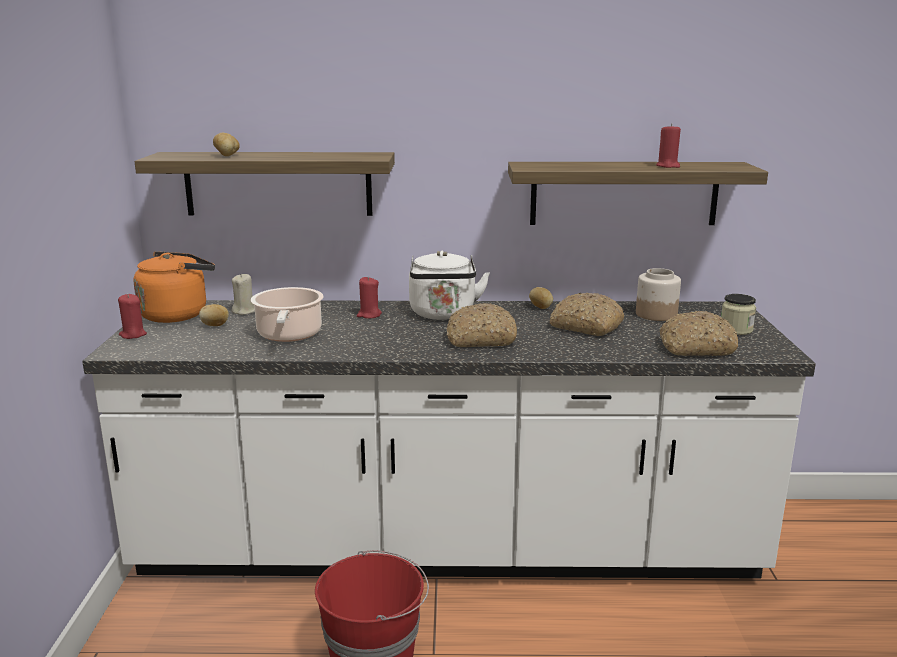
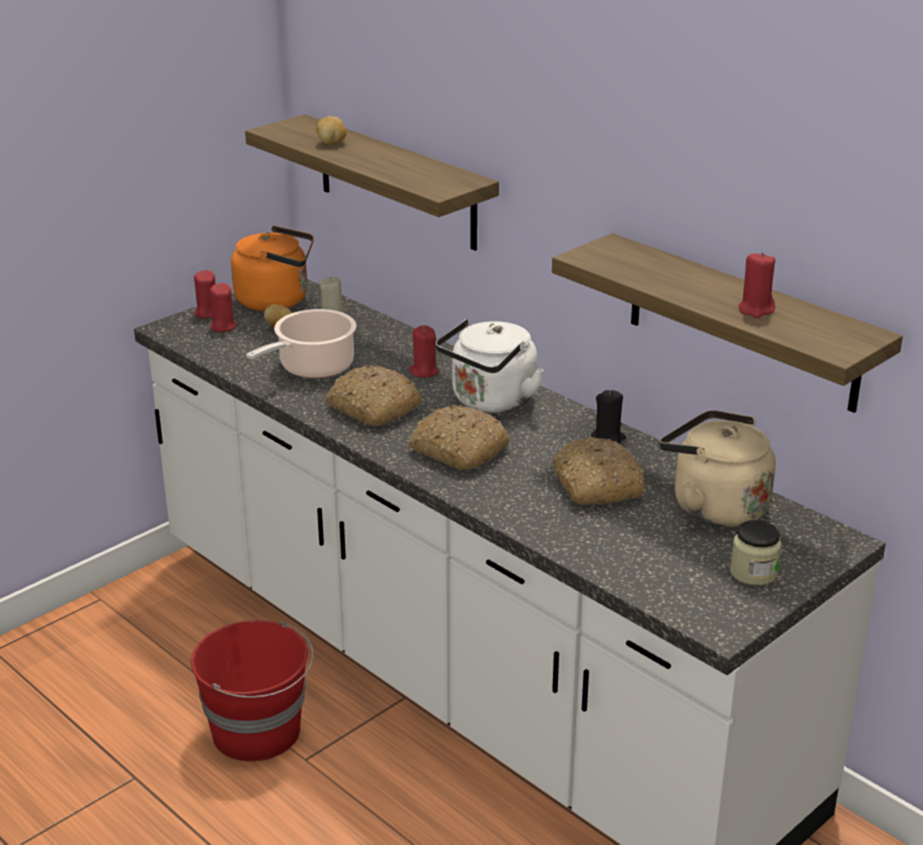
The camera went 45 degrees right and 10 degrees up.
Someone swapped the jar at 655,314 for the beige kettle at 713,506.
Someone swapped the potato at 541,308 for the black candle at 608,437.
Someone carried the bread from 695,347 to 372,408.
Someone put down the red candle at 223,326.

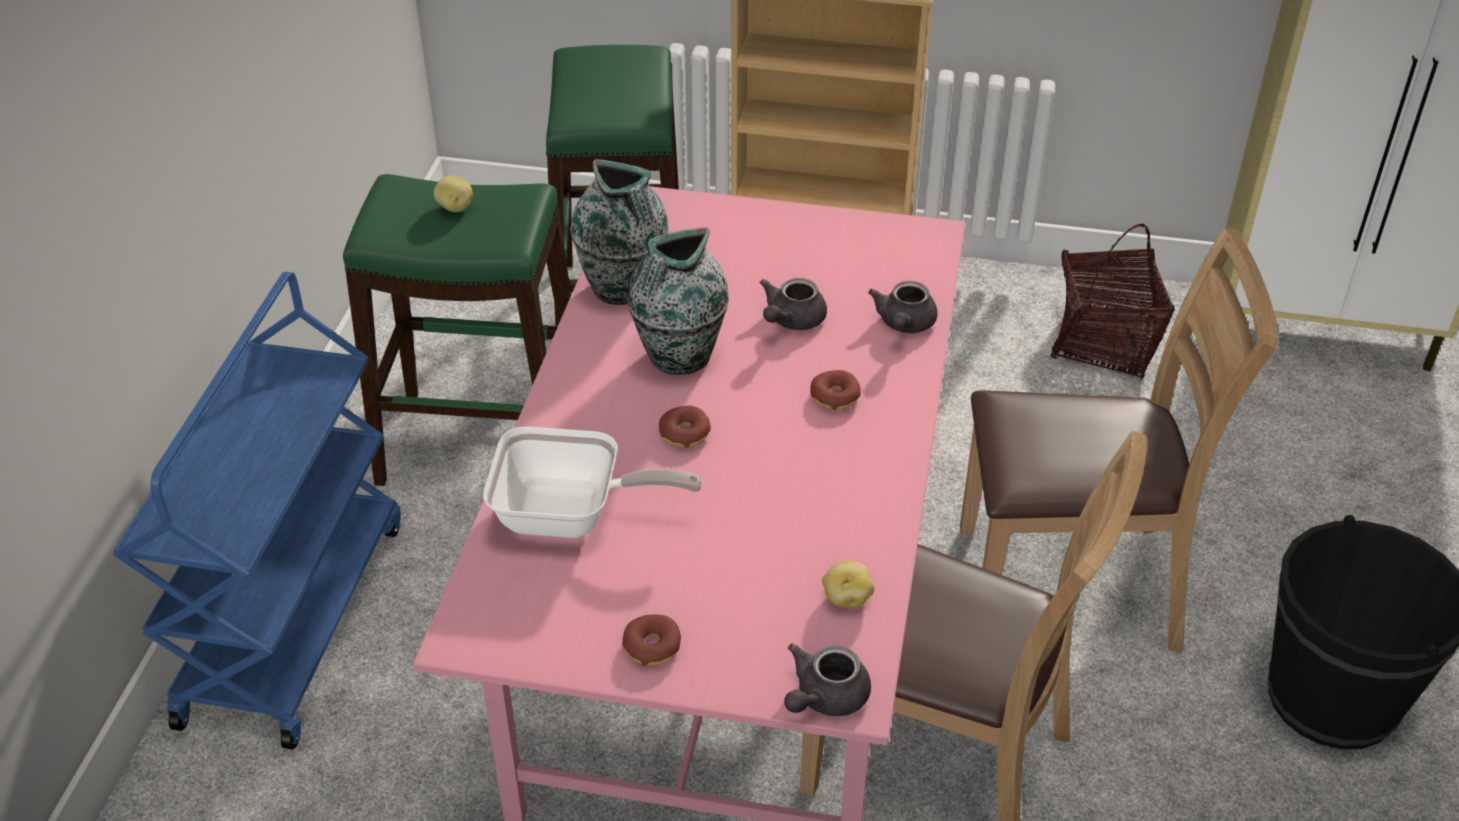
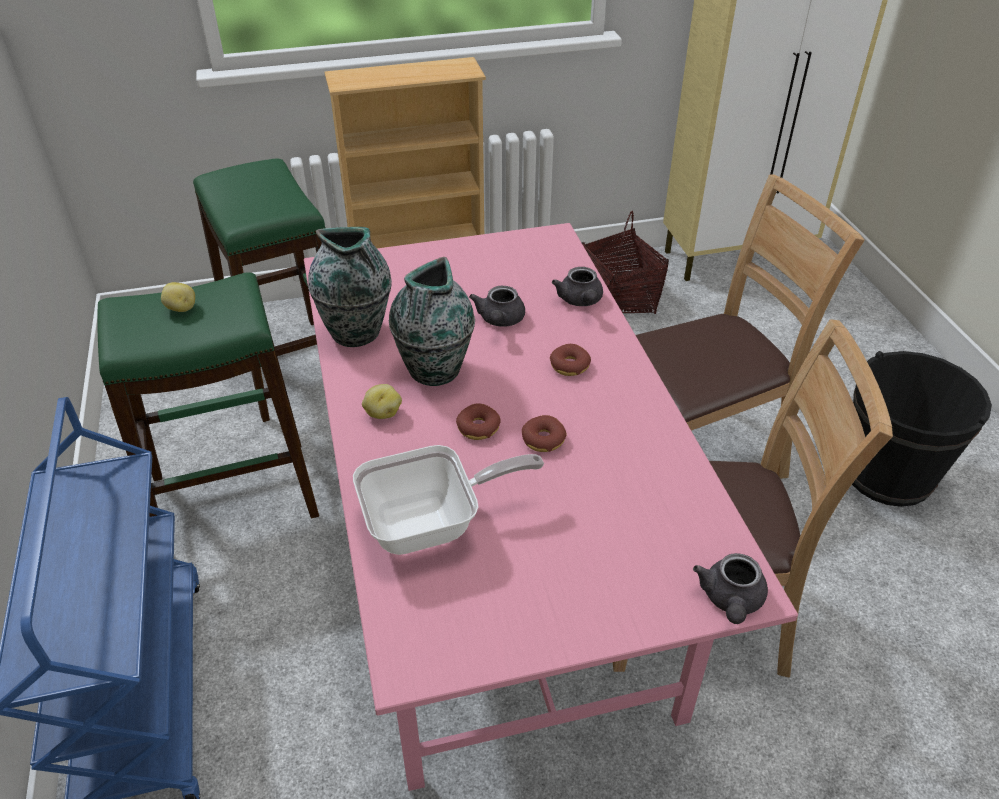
The camera went 25 degrees left and 0 degrees up.
Someone carried the potato from 846,597 to 382,413.
Someone carried the donut from 652,646 to 543,439.

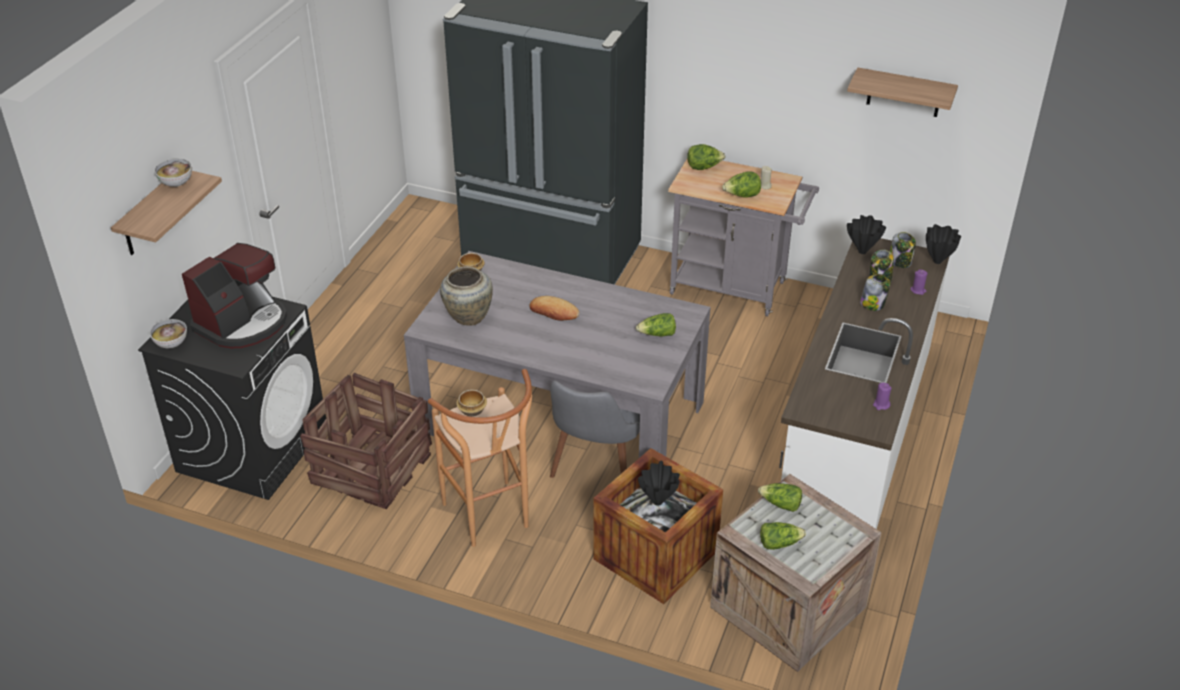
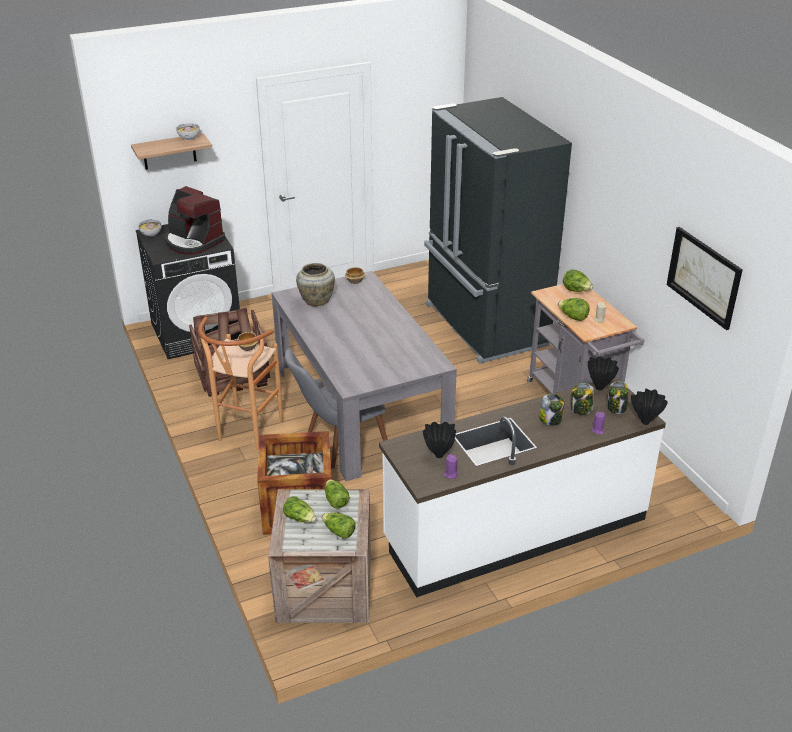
The camera went 45 degrees right and 5 degrees down.
Someone swapped the shelf at 904,93 for the picture at 704,277.
Someone rotated the coffee machine at 243,323 by 45 degrees clockwise.
Someone took away the bread at 554,312.
Someone carried the lettuce from 657,334 to 338,531.
Someone carried the black vase from 657,502 to 438,456.

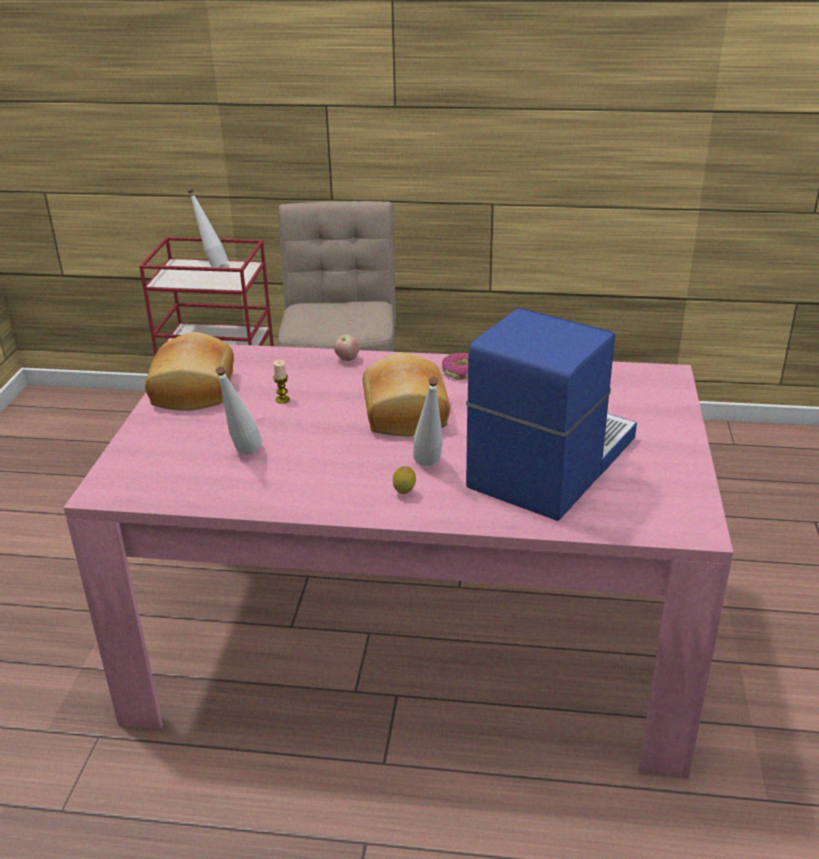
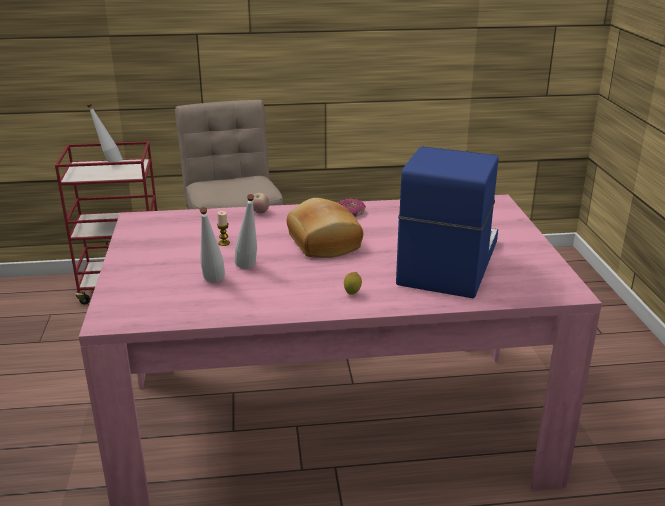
The camera went 15 degrees left and 5 degrees down.
Someone took away the bread at 195,390.
Someone carried the white bottle from 429,468 to 249,270.

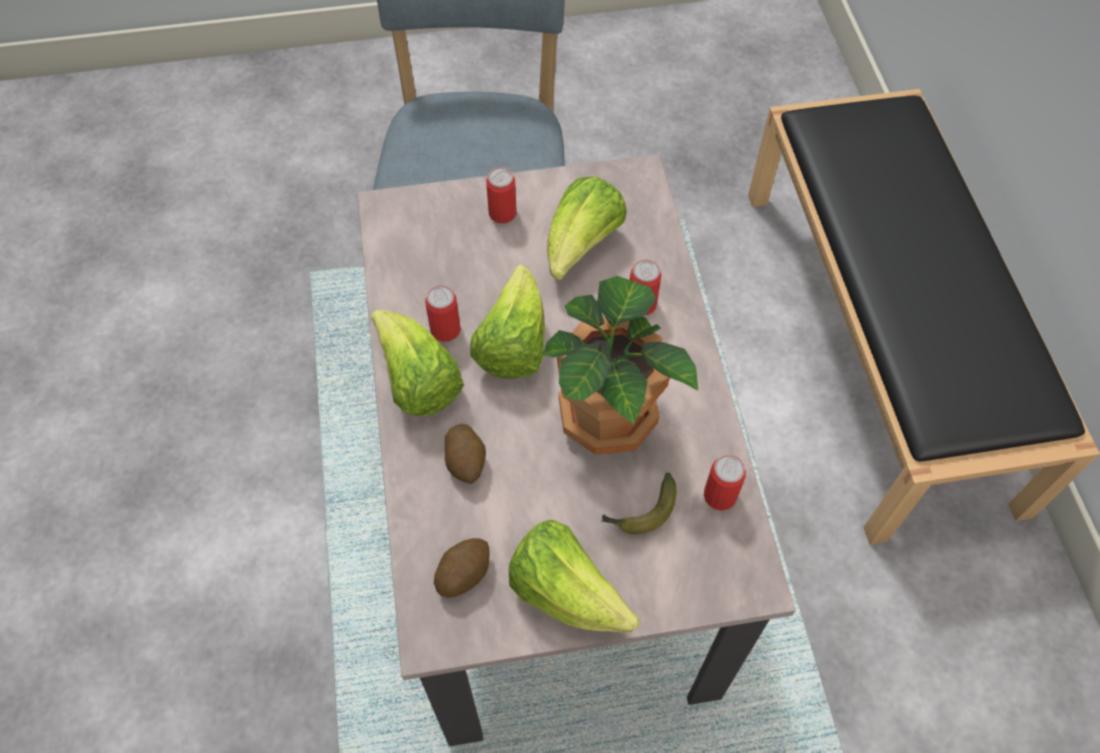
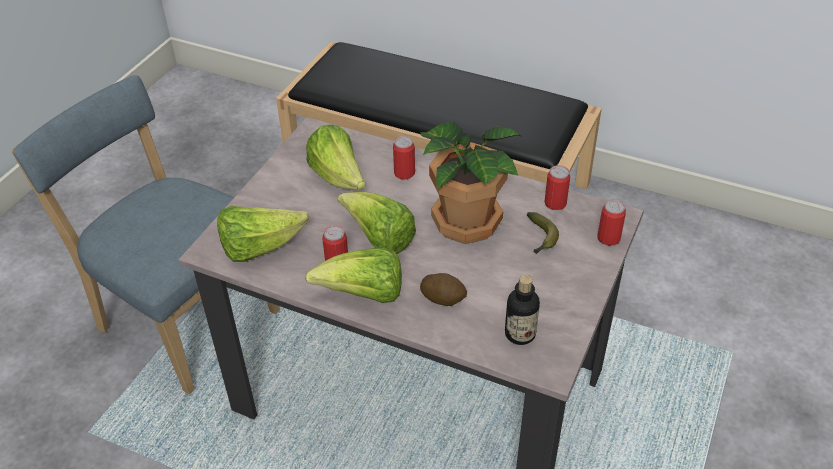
The camera went 55 degrees left and 15 degrees down.
Someone carried the can from 502,213 to 608,238.
Someone carried the lettuce from 566,592 to 259,248.
Someone swapped the potato at 463,573 for the bottle at 520,334.

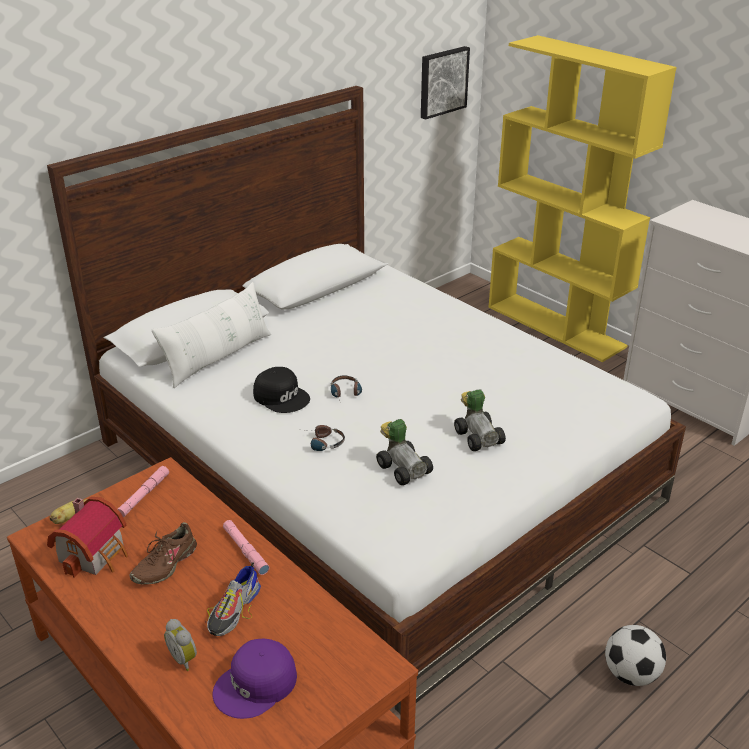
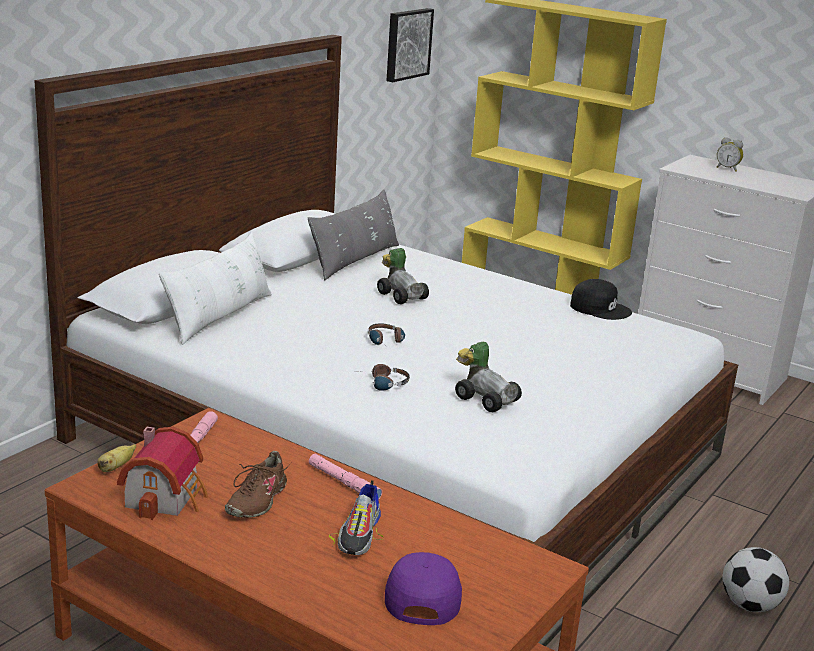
The camera went 15 degrees left and 10 degrees down.
Someone carried the black cap from 282,396 to 600,308.
Someone carried the toy car from 478,435 to 401,295.
Someone carried the alarm clock from 185,658 to 727,169.
Someone rotated the purple cap at 256,685 by 150 degrees clockwise.
Someone put down the grey pillow at 355,260.

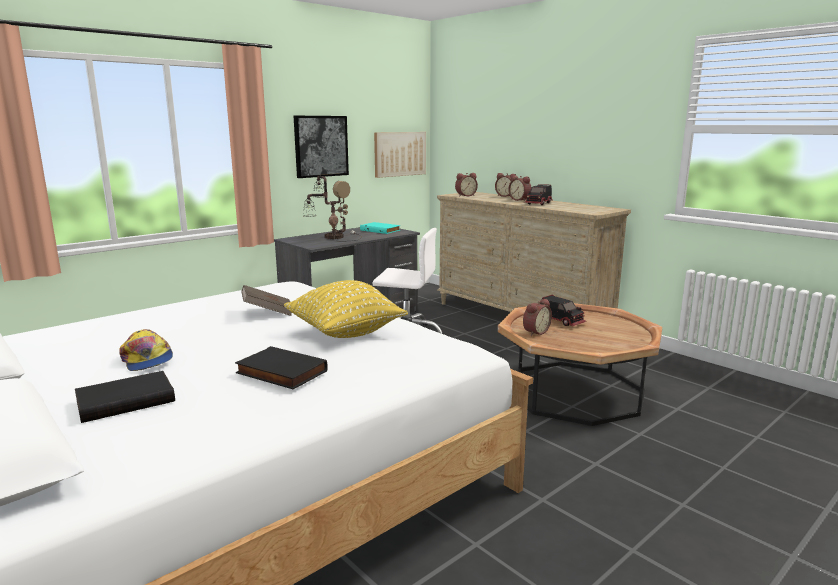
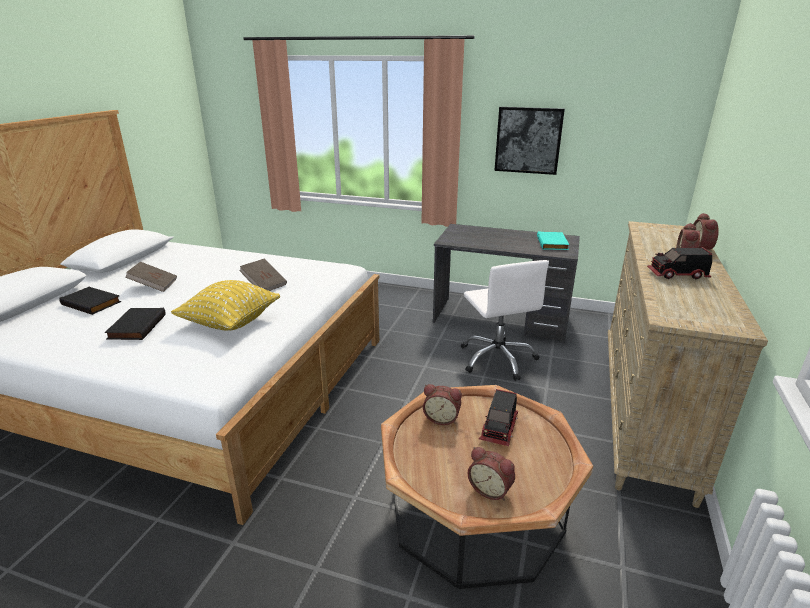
The camera went 60 degrees right and 10 degrees up.
Someone took away the picture at 399,154.
Someone carried the alarm clock from 465,195 to 490,489.
Someone took away the table lamp at 332,237.
Someone swapped the cap at 147,359 for the brown book at 154,285.

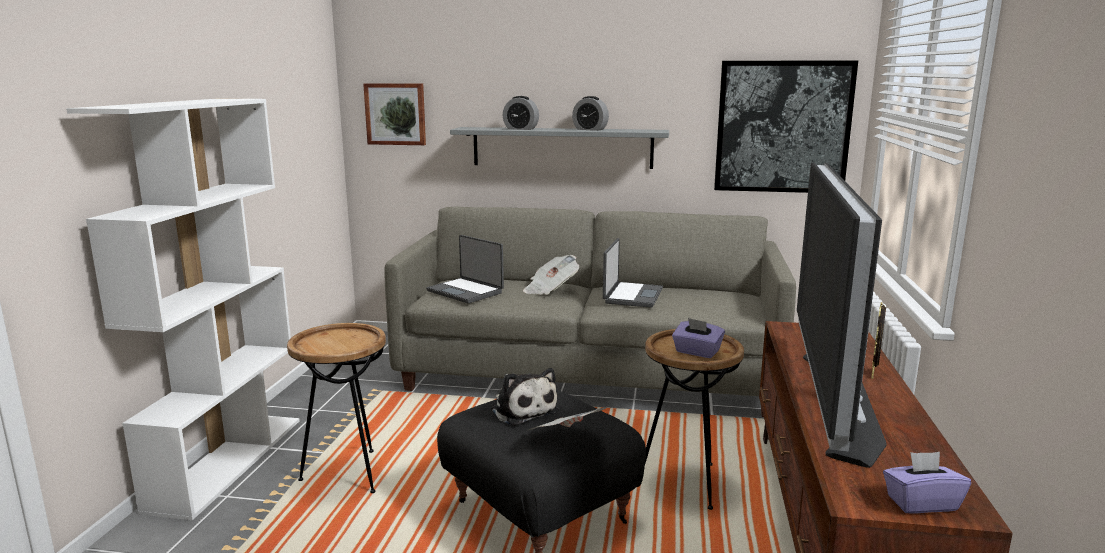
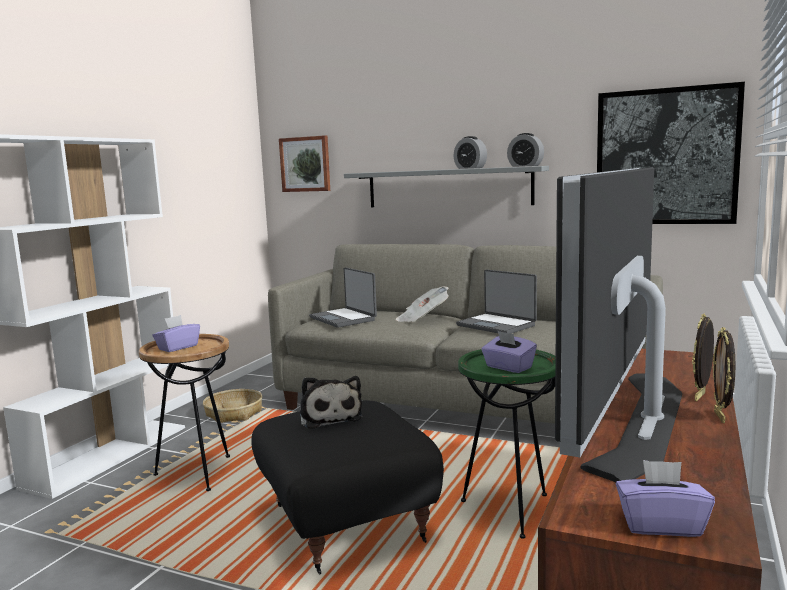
The camera went 15 degrees right and 5 degrees down.
Someone carried the alarm clock from 521,129 to 525,166.
Someone rotated the laptop at 632,296 by 105 degrees clockwise.
Someone repainted the brown side table at 686,483, which became the green side table at 509,511.
Someone took away the newspaper at 566,439.
Someone put down the purple tissue box at 178,347.
Someone put down the picture frame at 721,417.
Someone put down the basket at 233,413.

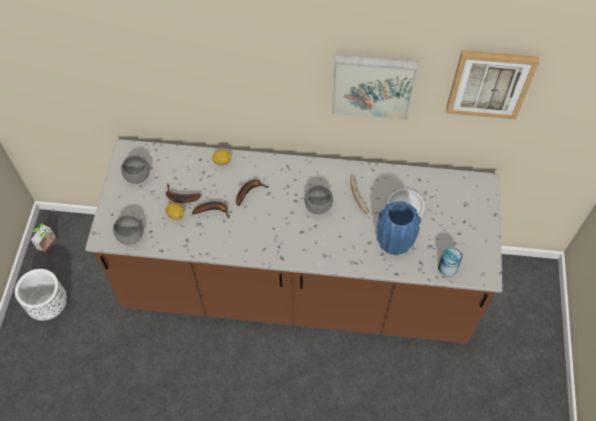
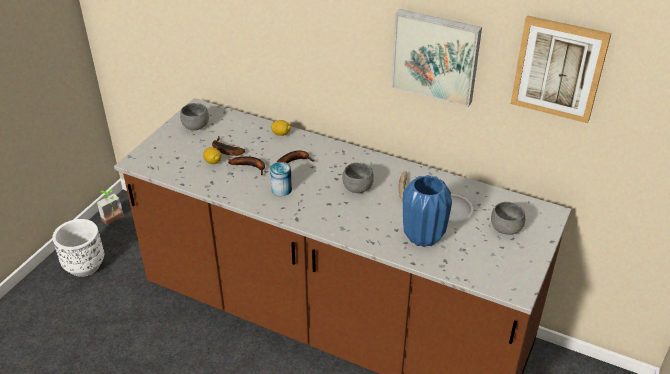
The camera went 20 degrees right and 20 degrees down.
Someone carried the grey bowl from 131,236 to 506,229.
Someone carried the can from 447,267 to 281,189.

